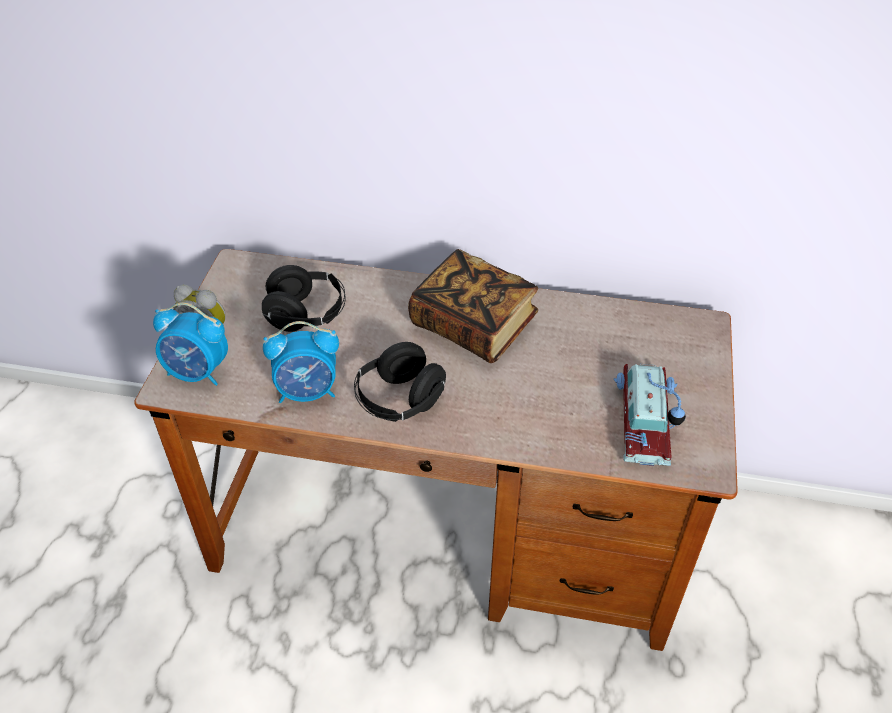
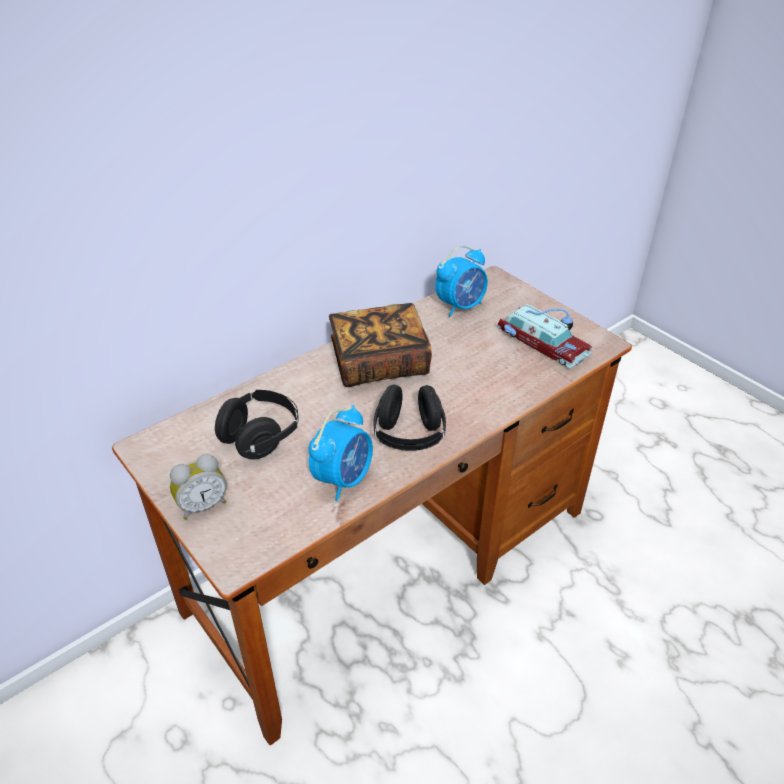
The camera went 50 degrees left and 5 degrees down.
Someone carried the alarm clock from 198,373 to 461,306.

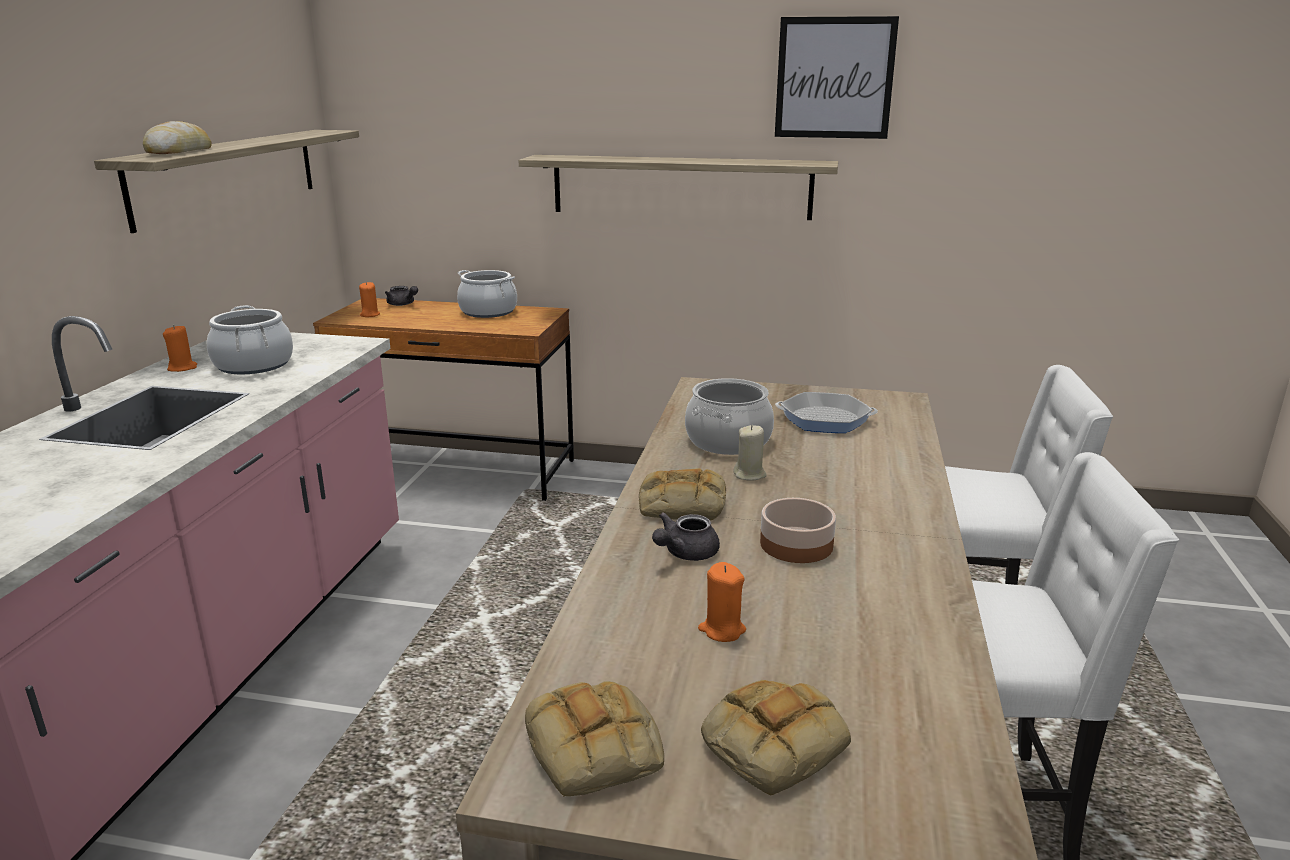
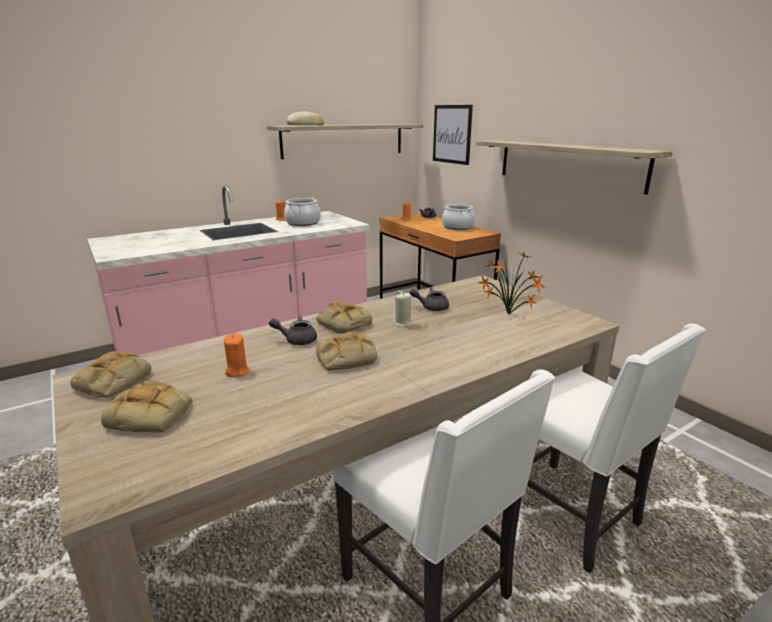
The camera went 45 degrees right and 0 degrees up.
Someone carried the picture from 834,78 to 452,134.
Someone swapped the cooking pot at 728,441 for the grey teapot at 431,307.
Someone swapped the frying pan at 825,419 for the potted plant at 509,315.
Someone swapped the bowl at 796,545 for the bread at 345,358.

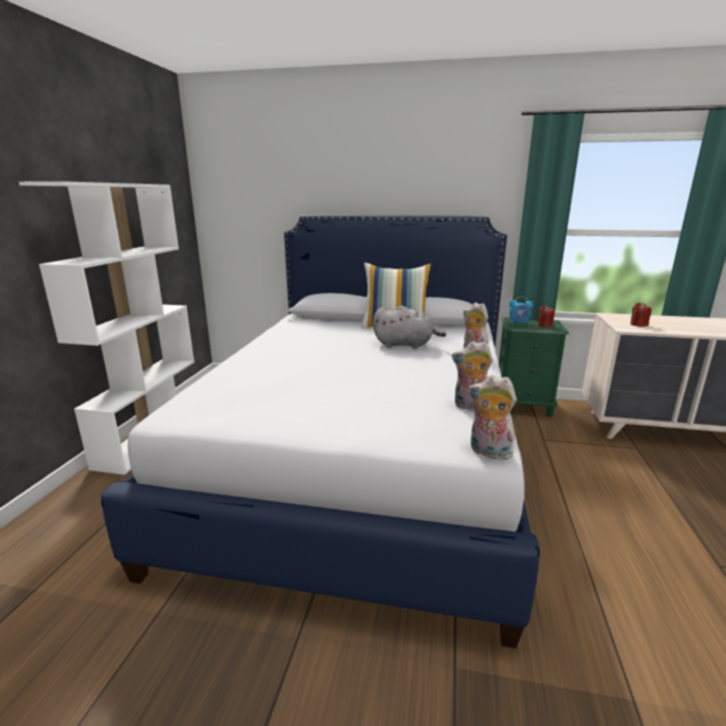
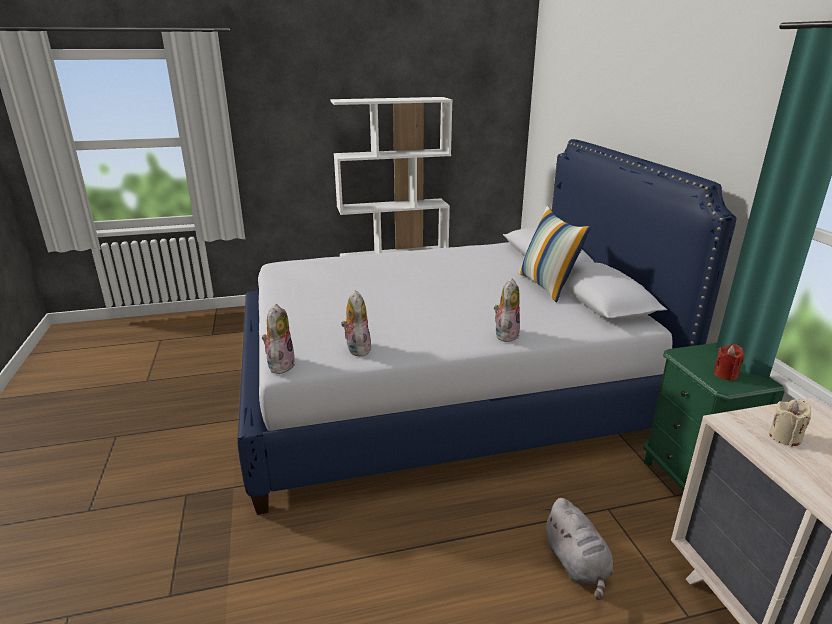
The camera went 65 degrees right and 5 degrees up.
Someone took away the alarm clock at 519,323.
Someone repainted the red candle at 638,324, which became the beige candle at 785,437.
Someone carried the grey plush toy from 405,345 to 576,564.

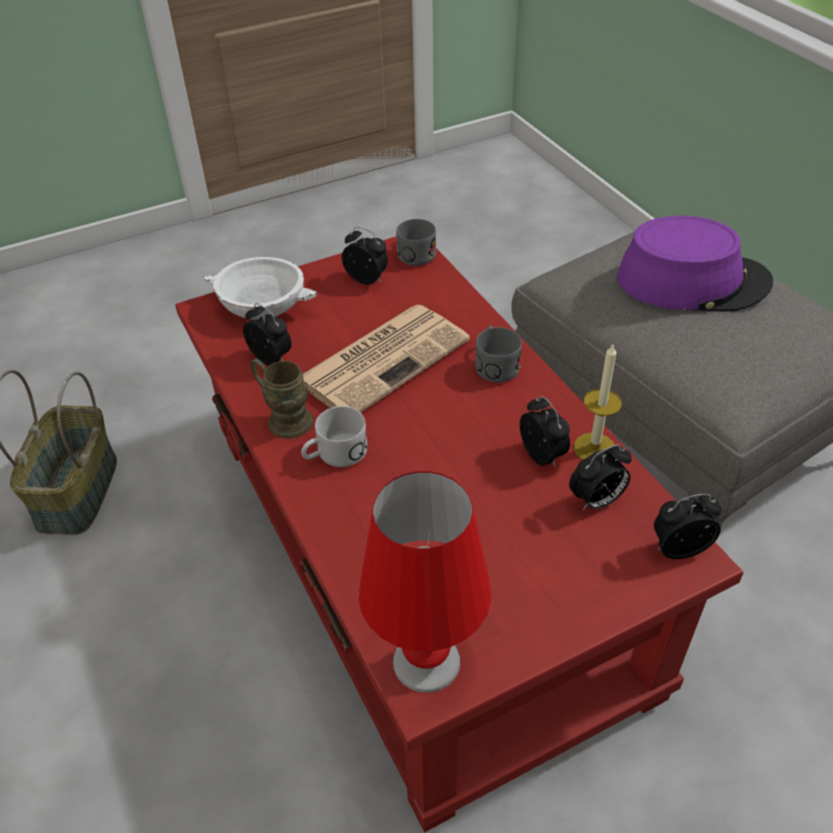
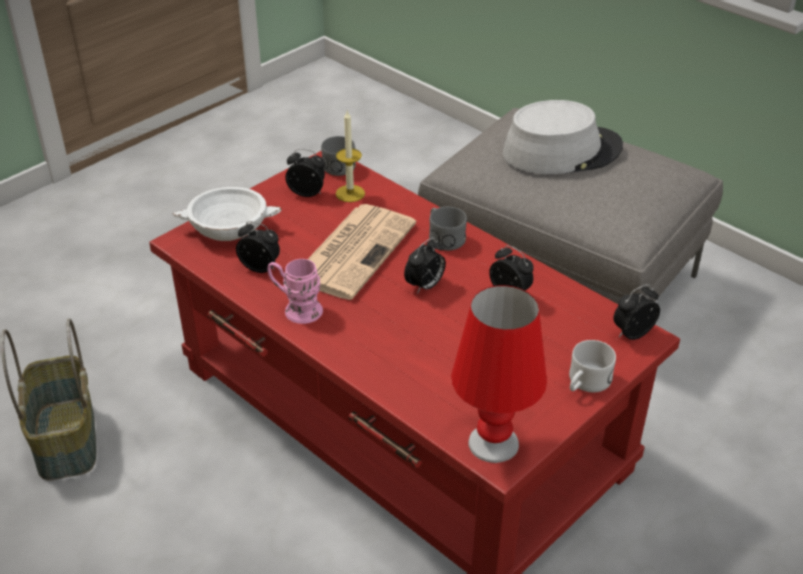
The camera went 20 degrees left and 5 degrees down.
Someone repainted the purple hat at 692,281, which became the grey hat at 562,151.
Someone carried the candle from 594,448 to 350,193.
Someone repainted the brown mug at 283,418, which became the pink mug at 296,309.
Someone carried the white mug from 334,455 to 585,383.
Someone carried the alarm clock from 596,501 to 425,286.

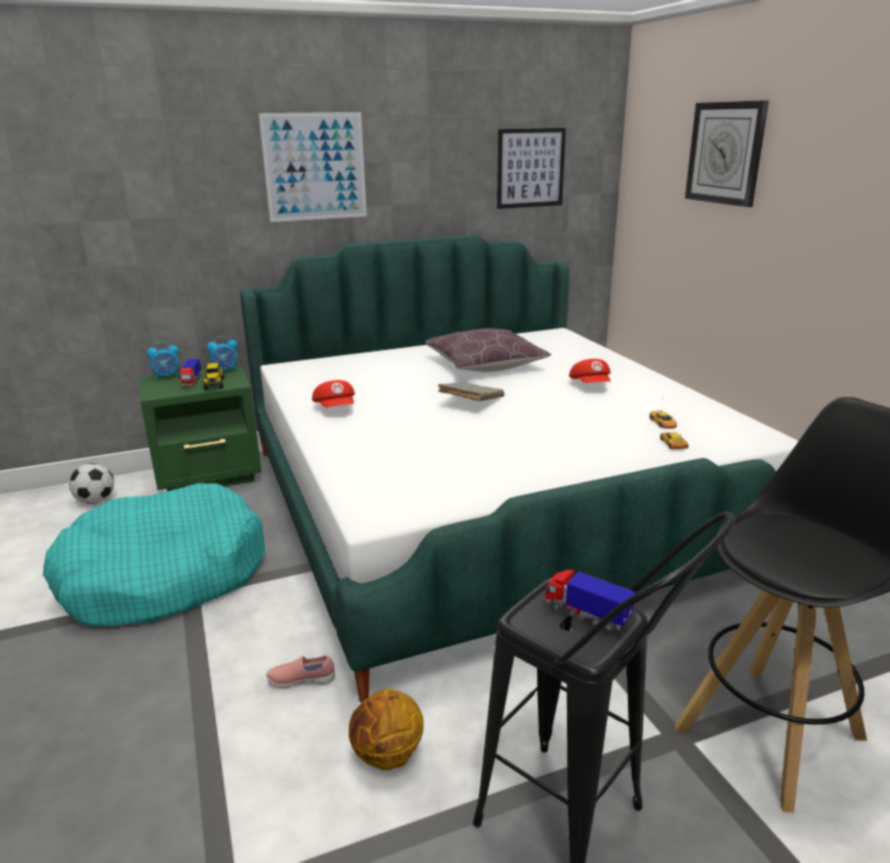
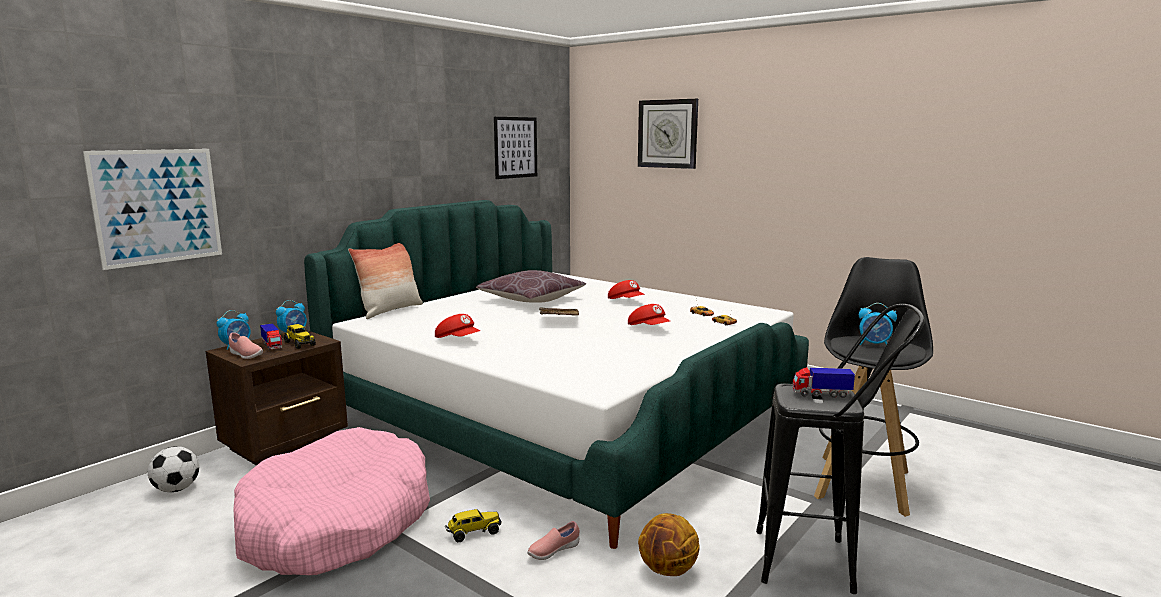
The camera went 30 degrees left and 10 degrees down.
Someone carried the picture from 315,167 to 157,206.
Someone repainted the green nightstand at 211,476, which became the brown nightstand at 287,443.
Someone repainted the turquoise dog bed at 164,575, which became the pink dog bed at 336,523.
Someone put down the pillow at 390,310.
Someone put down the alarm clock at 874,344.
Someone put down the red cap at 649,328.
Someone put down the pink shoe at 245,355.
Someone put down the toy truck at 473,532.

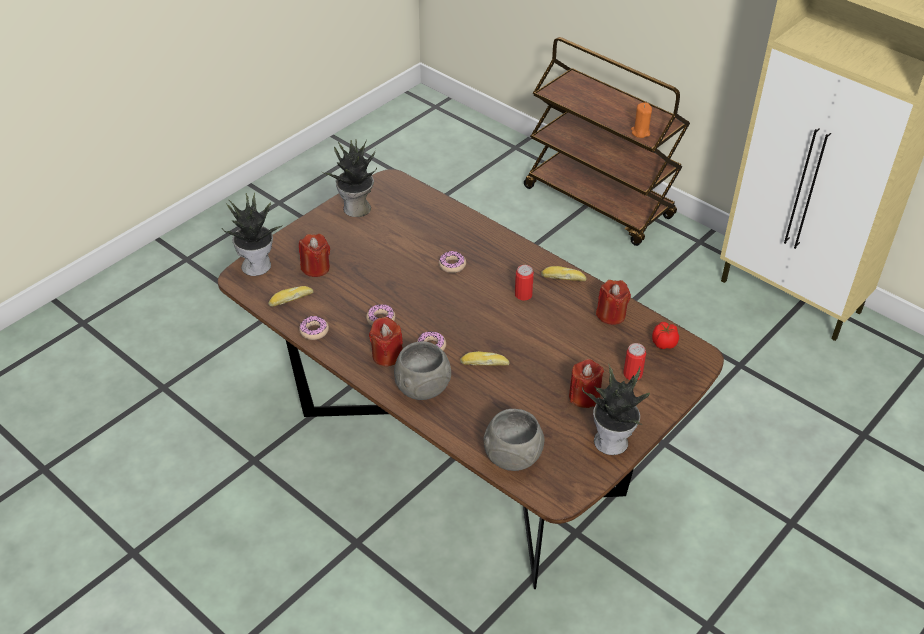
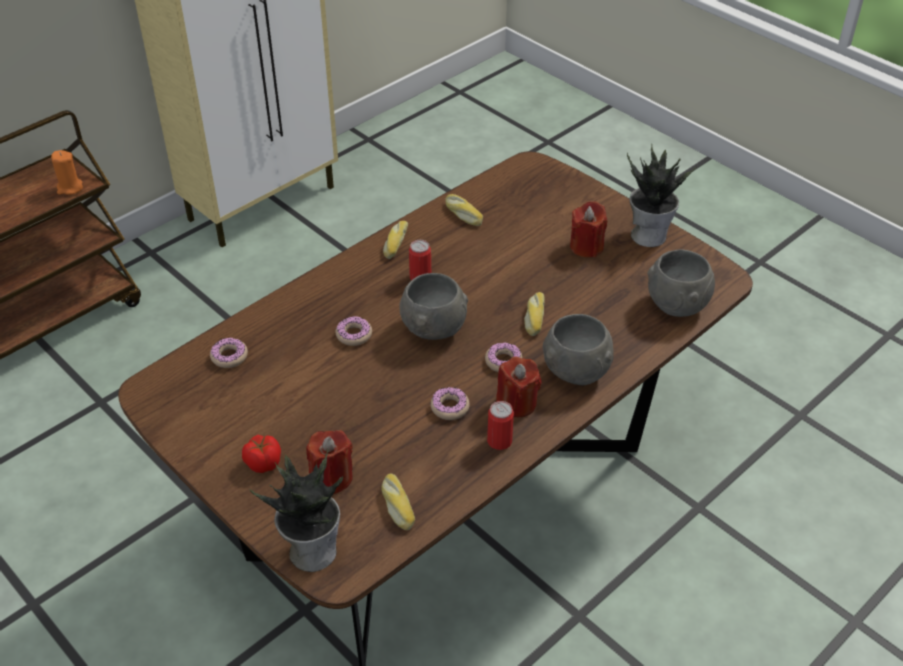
The camera went 85 degrees left and 0 degrees up.
Someone took away the potted plant at 356,209.
Someone swapped the red candle at 611,315 for the bread at 462,214.
Someone carried the donut from 314,331 to 229,356.
Someone carried the tomato from 663,343 to 262,463.
Someone carried the can from 632,374 to 499,441.
Someone put down the grey bowl at 433,330.

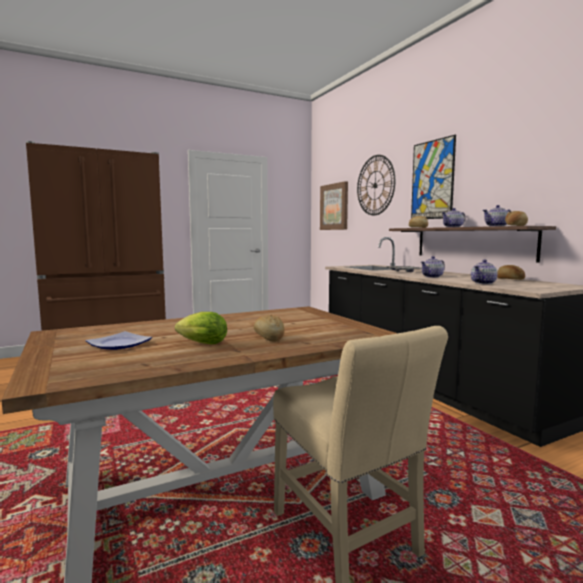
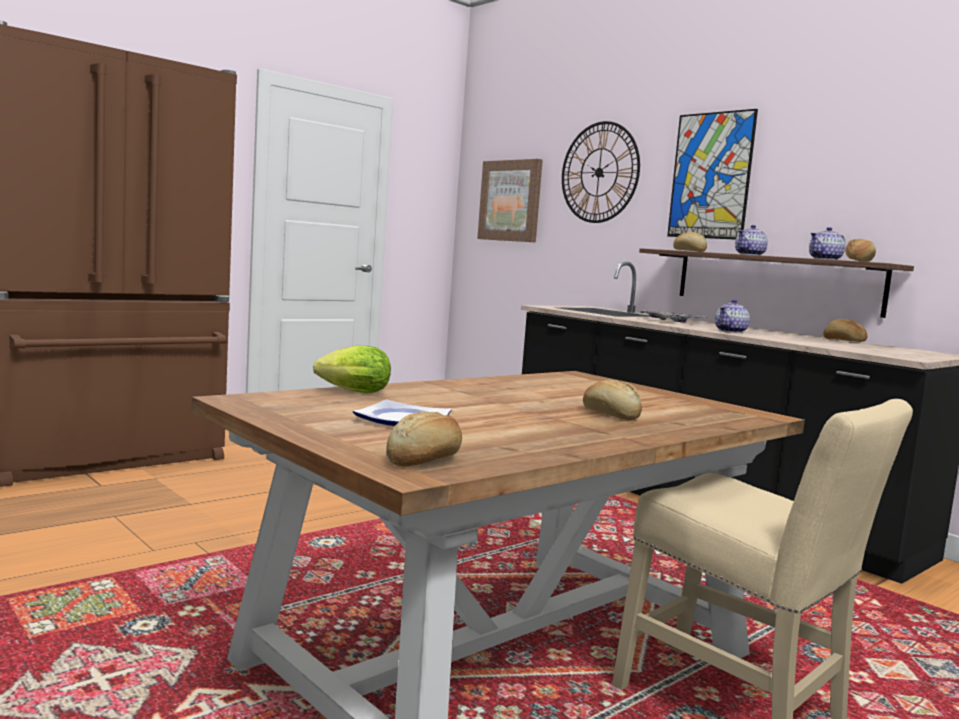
The camera went 15 degrees left and 0 degrees up.
Someone took away the teapot at 483,283.
Someone carried the lettuce from 200,344 to 350,392.
Someone put down the bread at 425,460.

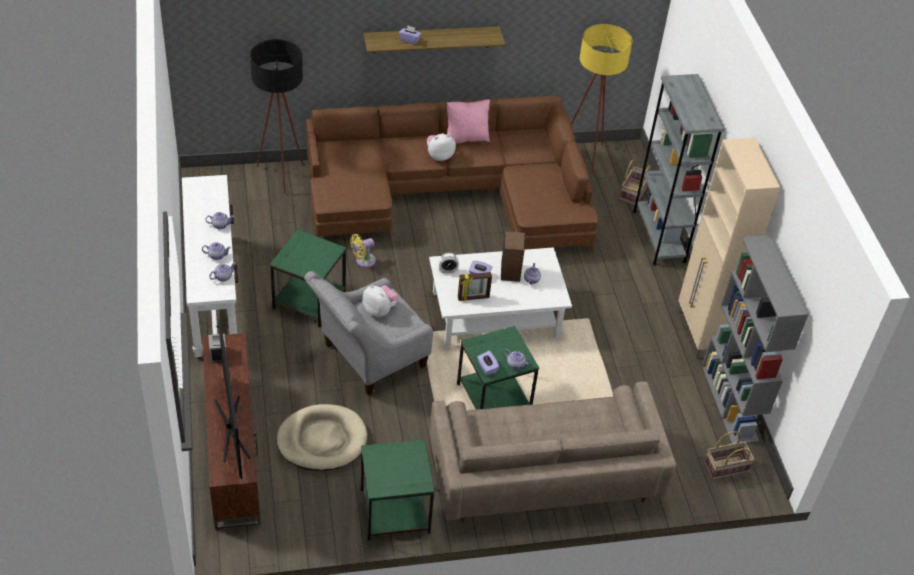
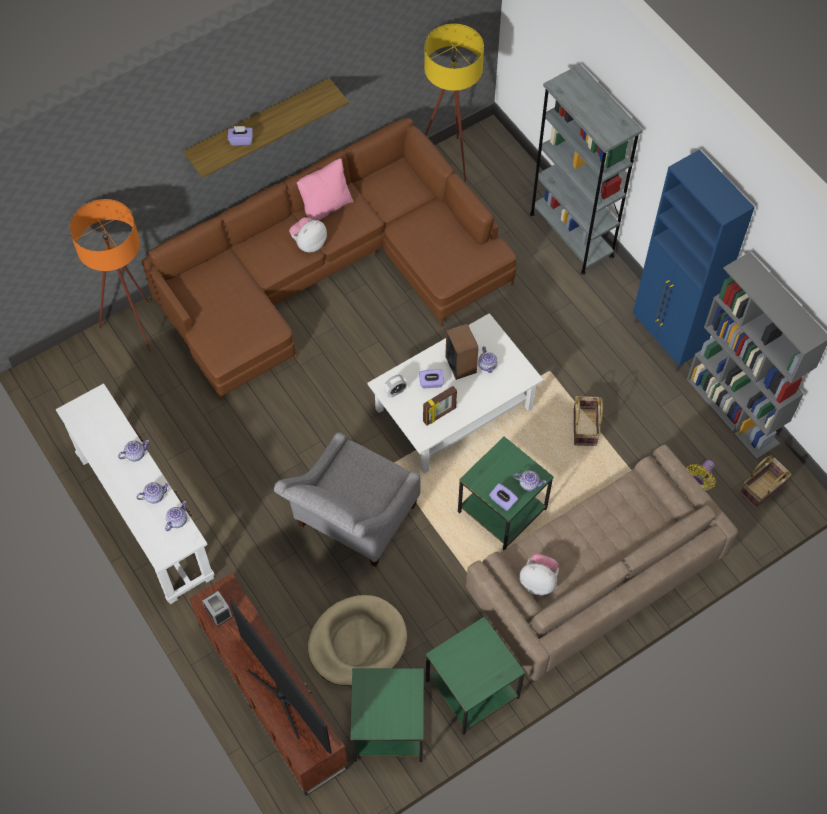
The camera went 20 degrees left and 15 degrees up.
Someone repainted the black floor lamp at 281,178, which became the orange floor lamp at 136,333.
Someone repainted the beige cabinet at 699,334, which became the blue cabinet at 666,341.
Someone carried the basket from 633,194 to 585,427.
Someone carried the green side table from 309,299 to 387,726.
Someone carried the yellow fan from 363,261 to 699,483.
Someone carried the plush toy from 380,310 to 538,581.

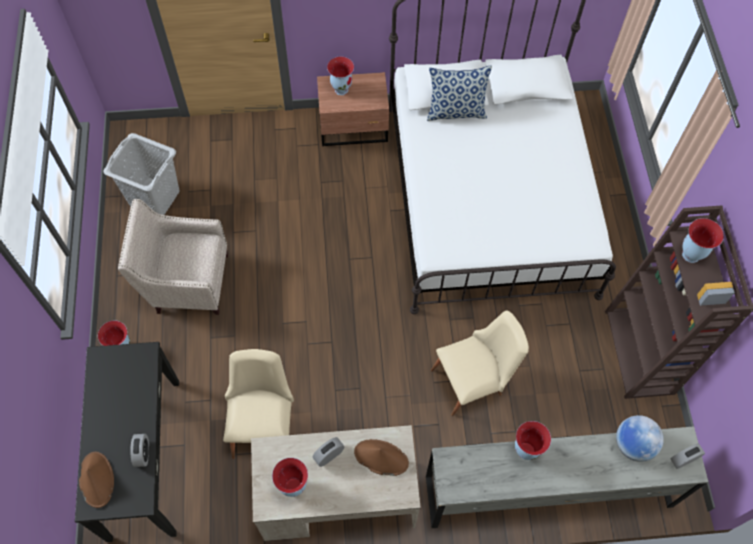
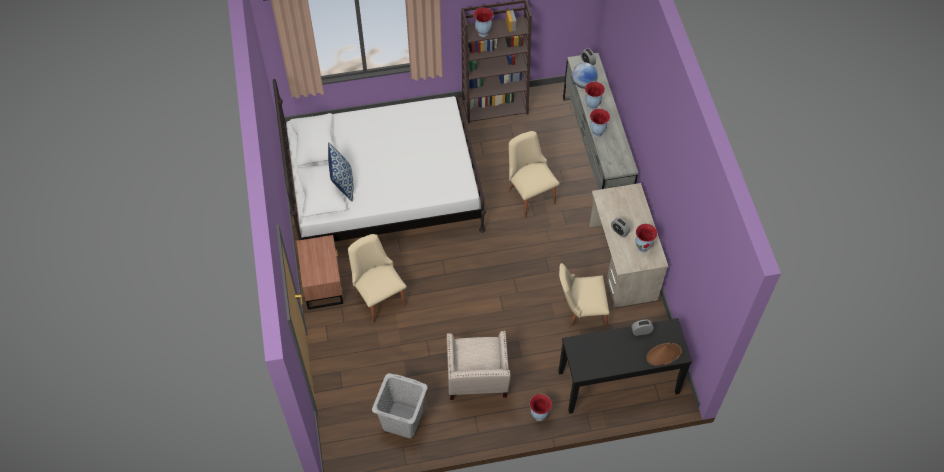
The camera went 95 degrees left and 5 degrees down.
Someone carried the vase from 341,89 to 592,105.
Someone took away the brown hat at 381,458.
Someone put down the beige chair at 378,295.

